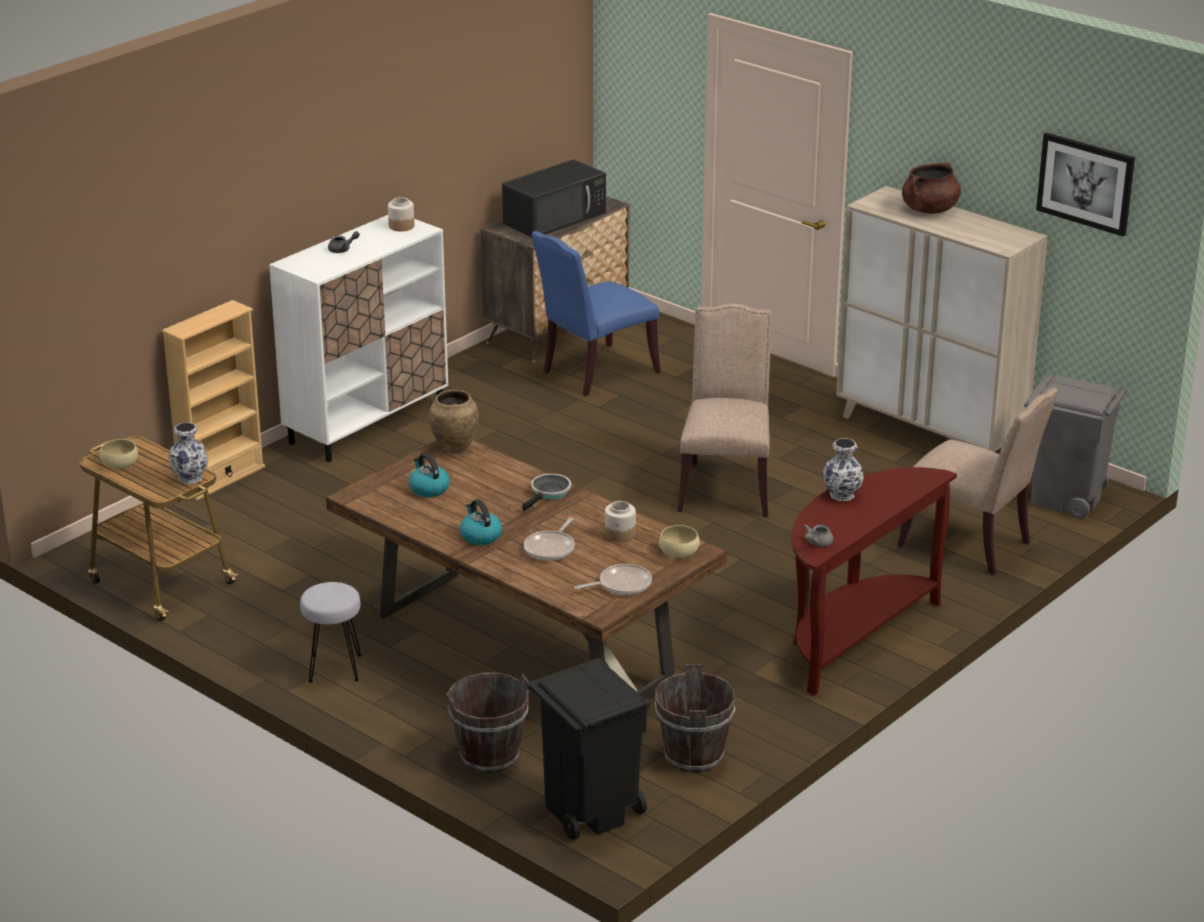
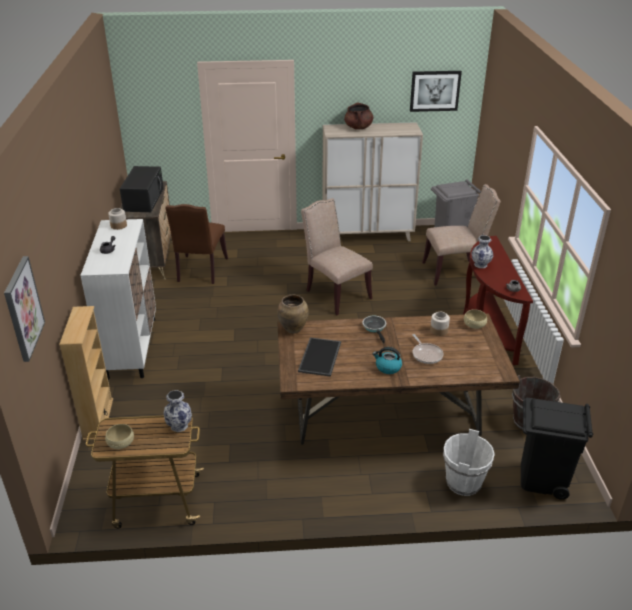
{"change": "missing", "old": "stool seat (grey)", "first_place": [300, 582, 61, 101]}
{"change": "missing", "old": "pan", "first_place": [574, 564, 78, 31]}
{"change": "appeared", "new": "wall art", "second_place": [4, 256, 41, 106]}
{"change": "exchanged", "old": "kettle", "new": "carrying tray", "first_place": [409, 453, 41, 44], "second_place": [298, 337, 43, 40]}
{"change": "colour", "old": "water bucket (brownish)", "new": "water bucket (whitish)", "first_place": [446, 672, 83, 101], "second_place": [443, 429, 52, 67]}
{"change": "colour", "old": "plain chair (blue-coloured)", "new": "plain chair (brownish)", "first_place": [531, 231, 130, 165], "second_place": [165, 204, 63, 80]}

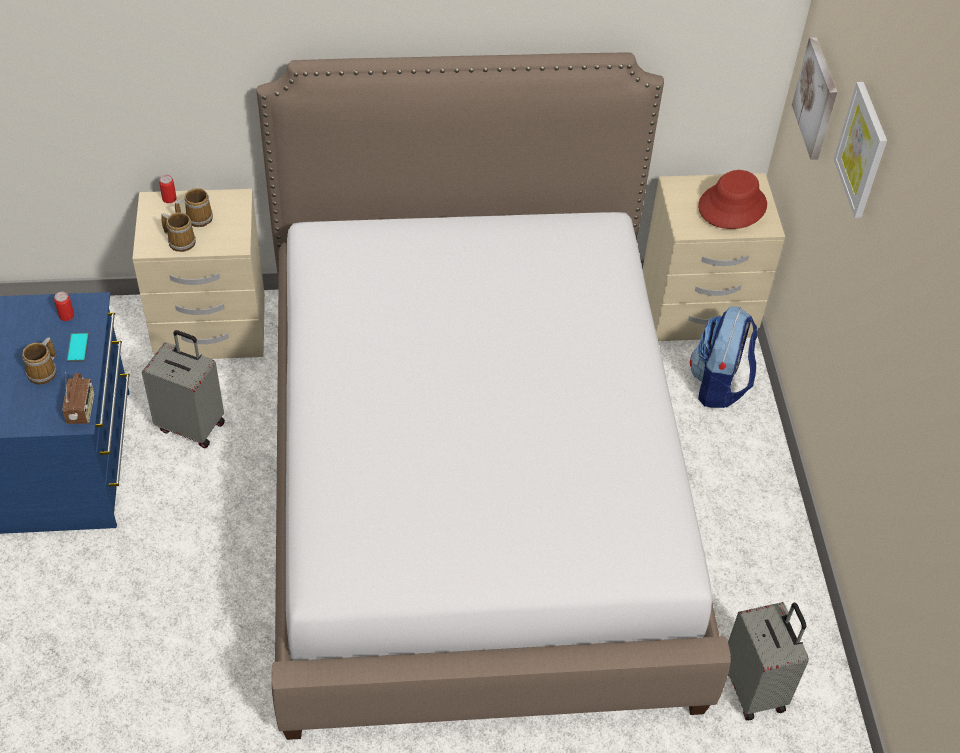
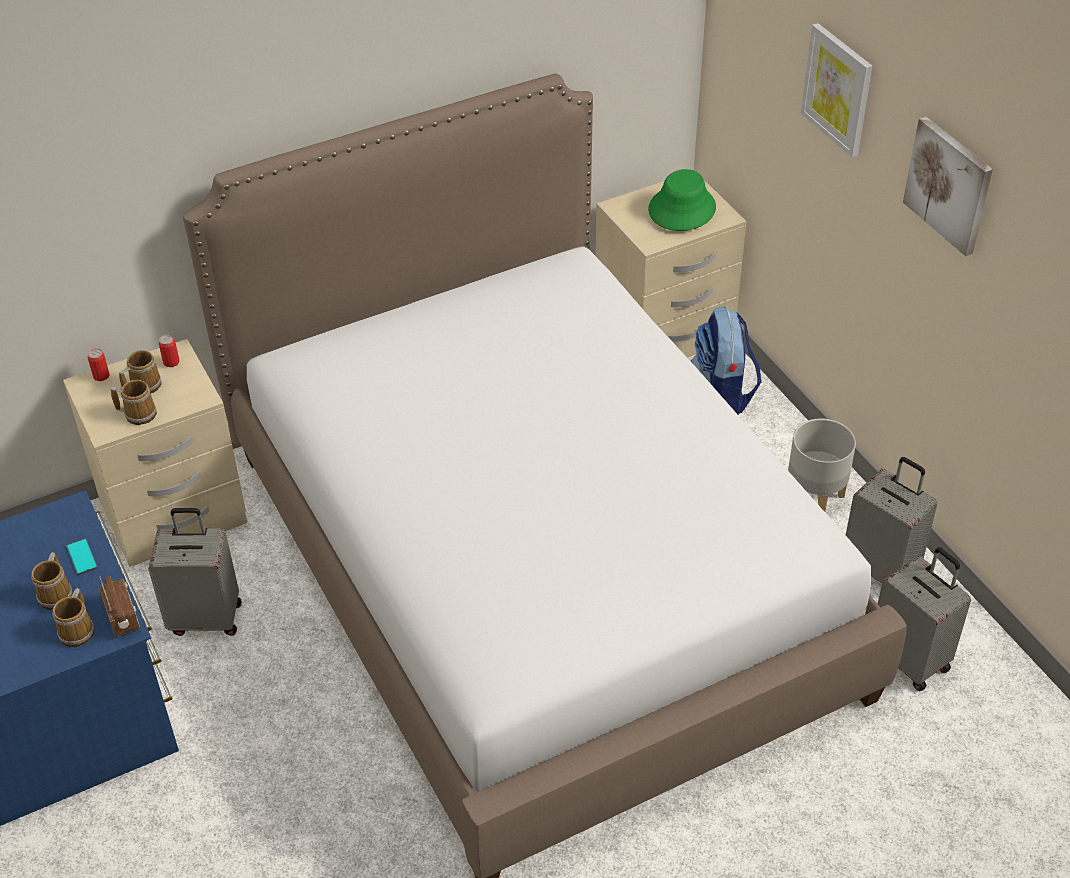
{"change": "appeared", "new": "tea mug", "second_place": [53, 588, 41, 59]}
{"change": "appeared", "new": "planter (grey)", "second_place": [788, 418, 68, 94]}
{"change": "appeared", "new": "suitcase (grey)", "second_place": [846, 457, 92, 126]}
{"change": "relocated", "old": "metal can", "first_place": [54, 292, 20, 29], "second_place": [159, 335, 20, 32]}
{"change": "relocated", "old": "wall art", "first_place": [792, 37, 45, 123], "second_place": [903, 117, 90, 139]}
{"change": "colour", "old": "hat (red-coloured)", "new": "hat (greenish)", "first_place": [698, 170, 69, 59], "second_place": [648, 169, 68, 62]}

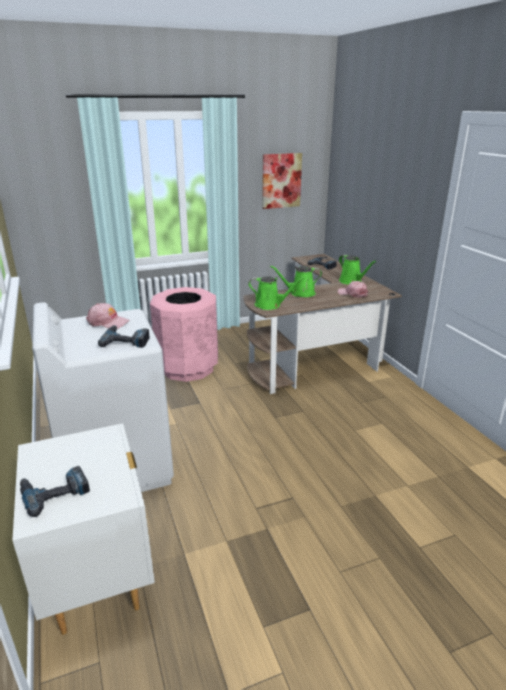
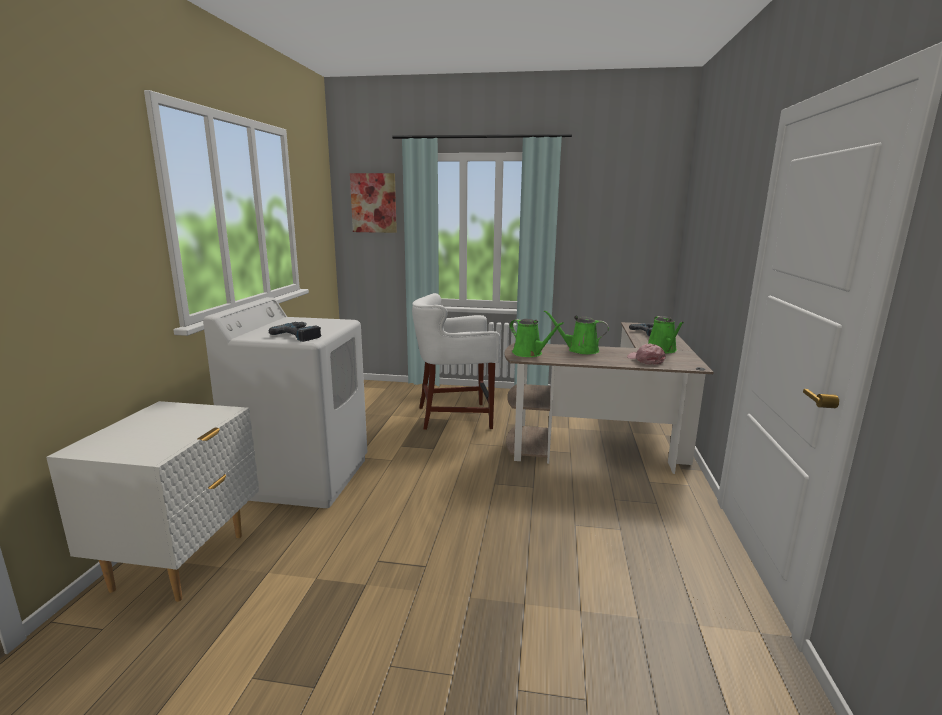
{"change": "missing", "old": "power drill", "first_place": [20, 466, 70, 51]}
{"change": "missing", "old": "peaked cap (pink-coloured)", "first_place": [86, 303, 44, 26]}
{"change": "relocated", "old": "wall art", "first_place": [262, 153, 40, 56], "second_place": [350, 173, 47, 60]}
{"change": "exchanged", "old": "rubbish bin (pink-coloured)", "new": "stool seat (whitish)", "first_place": [150, 287, 68, 95], "second_place": [412, 293, 88, 137]}

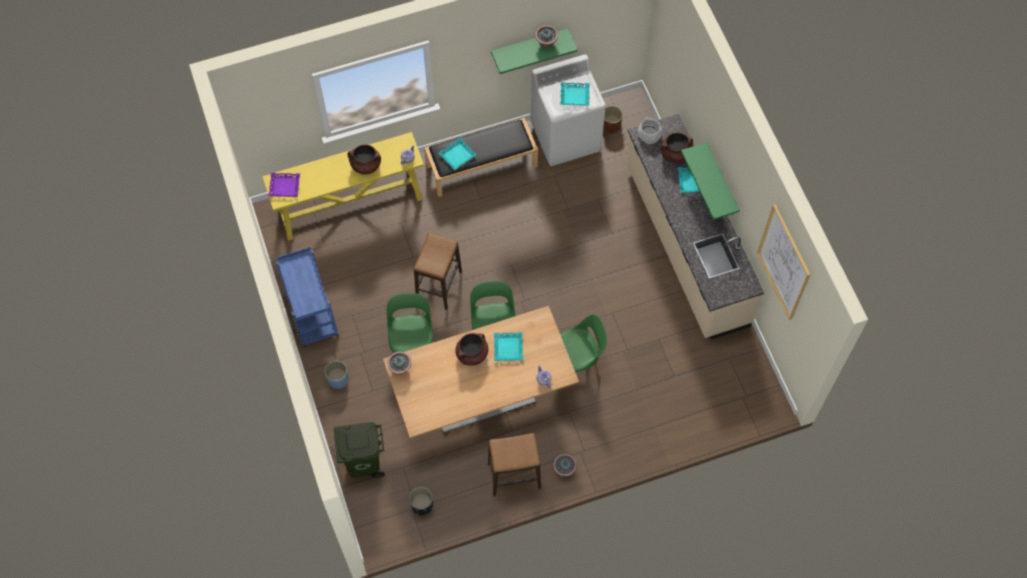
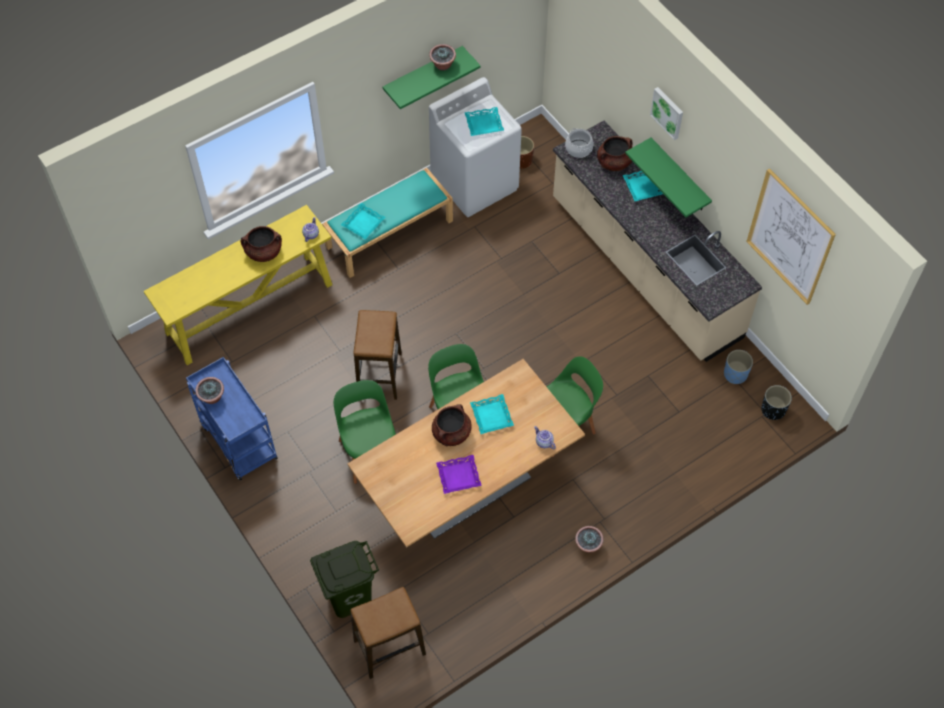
{"change": "appeared", "new": "wall art", "second_place": [650, 87, 33, 53]}
{"change": "relocated", "old": "carrying tray (purple)", "first_place": [268, 173, 32, 24], "second_place": [436, 455, 46, 39]}
{"change": "relocated", "old": "planter (blue-coloured)", "first_place": [324, 360, 25, 29], "second_place": [724, 350, 29, 34]}
{"change": "relocated", "old": "plant in a pot", "first_place": [387, 352, 24, 22], "second_place": [195, 377, 29, 27]}
{"change": "relocated", "old": "planter (black)", "first_place": [409, 487, 24, 28], "second_place": [761, 385, 31, 35]}
{"change": "relocated", "old": "stool seat", "first_place": [488, 433, 53, 63], "second_place": [350, 587, 76, 92]}
{"change": "colour", "old": "bench (black)", "new": "bench (turquoise)", "first_place": [425, 118, 113, 79], "second_place": [322, 168, 131, 110]}

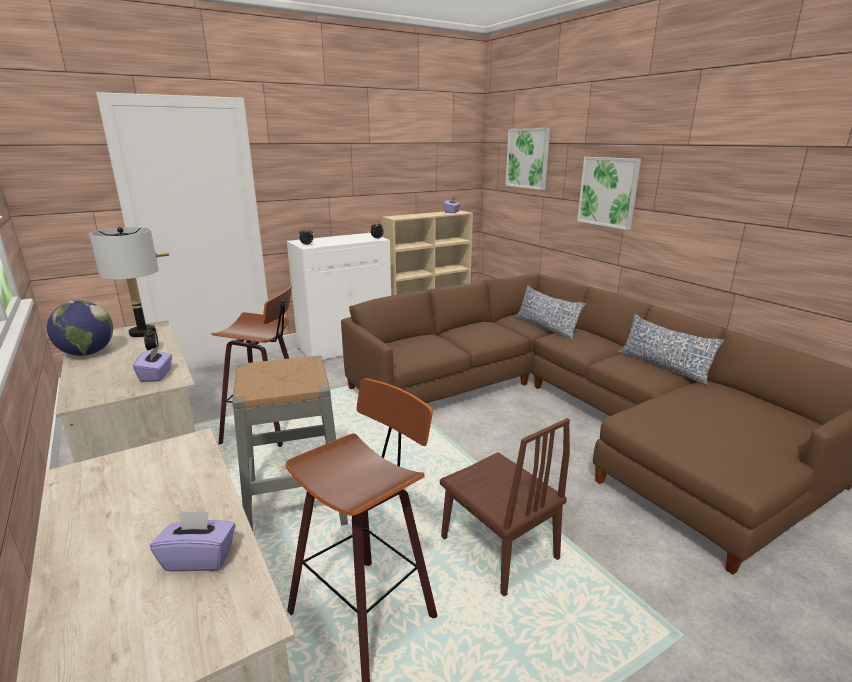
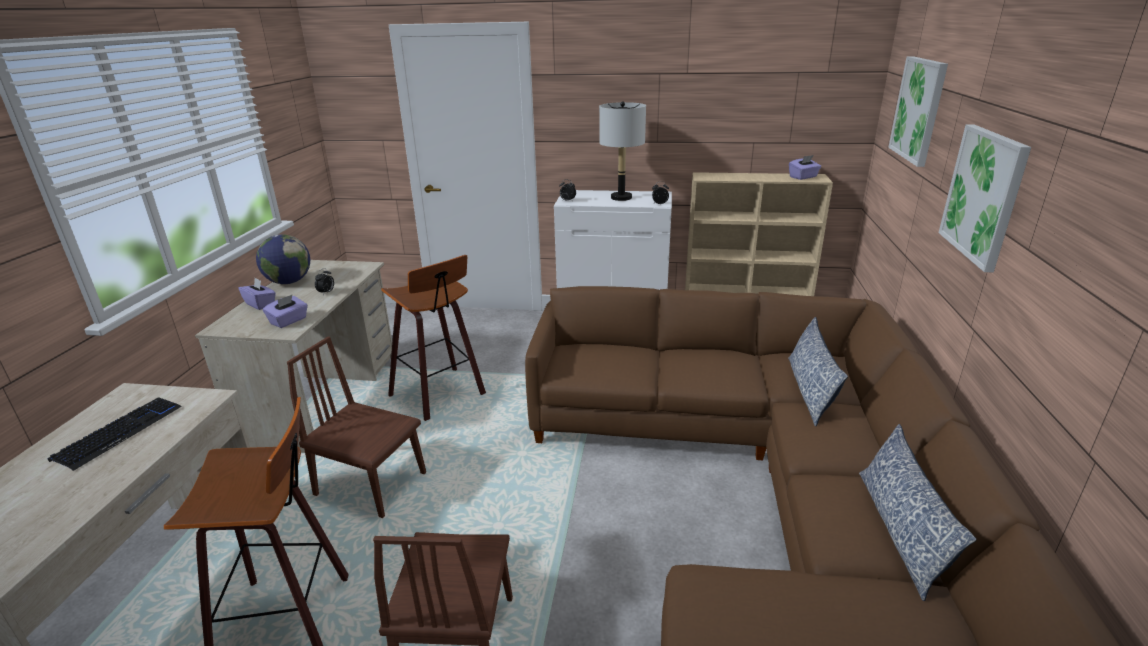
{"change": "appeared", "new": "keyboard", "second_place": [47, 397, 135, 74]}
{"change": "relocated", "old": "tabletop lamp (grey)", "first_place": [89, 227, 70, 110], "second_place": [599, 102, 47, 99]}
{"change": "relocated", "old": "box of tissues (purple)", "first_place": [150, 511, 85, 61], "second_place": [239, 278, 37, 32]}
{"change": "exchanged", "old": "stool seat (grey)", "new": "plain chair (brownish)", "first_place": [232, 355, 116, 176], "second_place": [287, 336, 139, 182]}

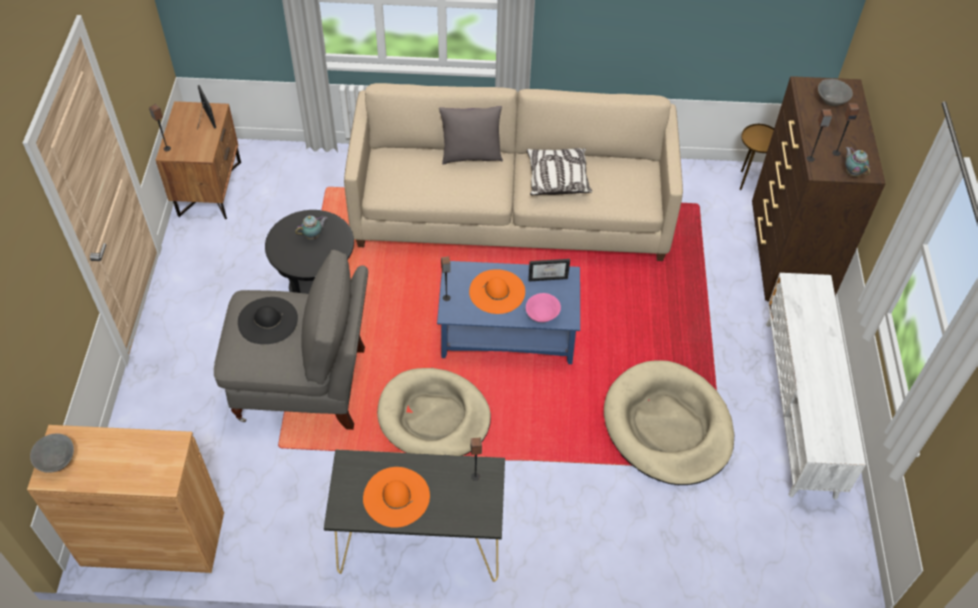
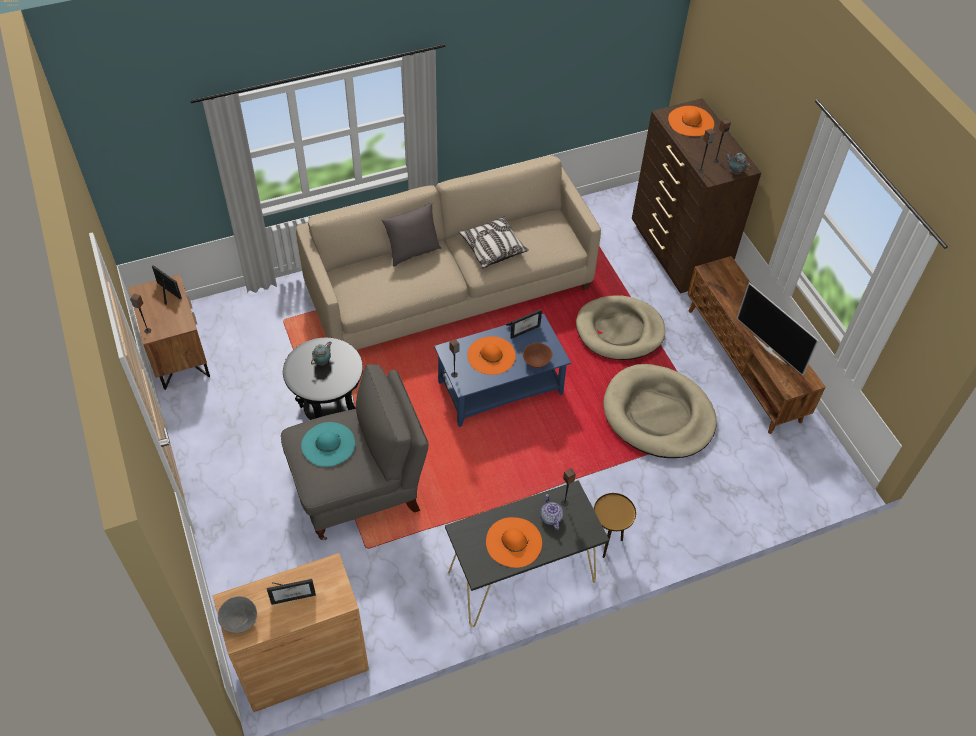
{"change": "appeared", "new": "photo frame", "second_place": [267, 579, 49, 26]}
{"change": "appeared", "new": "tea pot", "second_place": [540, 494, 23, 36]}
{"change": "appeared", "new": "TV", "second_place": [737, 283, 82, 93]}
{"change": "relocated", "old": "dog cushion (sand-coloured)", "first_place": [377, 368, 114, 88], "second_place": [576, 295, 89, 65]}
{"change": "relocated", "old": "side table (brownish)", "first_place": [739, 124, 35, 66], "second_place": [594, 493, 42, 65]}
{"change": "exchanged", "old": "deep dish (grey)", "new": "hat (orange-coloured)", "first_place": [818, 79, 35, 27], "second_place": [668, 106, 46, 30]}
{"change": "colour", "old": "hat (black)", "new": "hat (turquoise)", "first_place": [238, 297, 60, 47], "second_place": [301, 422, 54, 45]}
{"change": "colour", "old": "deep dish (pink-coloured)", "new": "deep dish (brownish)", "first_place": [526, 293, 35, 29], "second_place": [523, 343, 29, 25]}
{"change": "colour", "old": "tv unit (whitish)", "new": "tv unit (brownish)", "first_place": [766, 273, 100, 227], "second_place": [688, 256, 138, 178]}

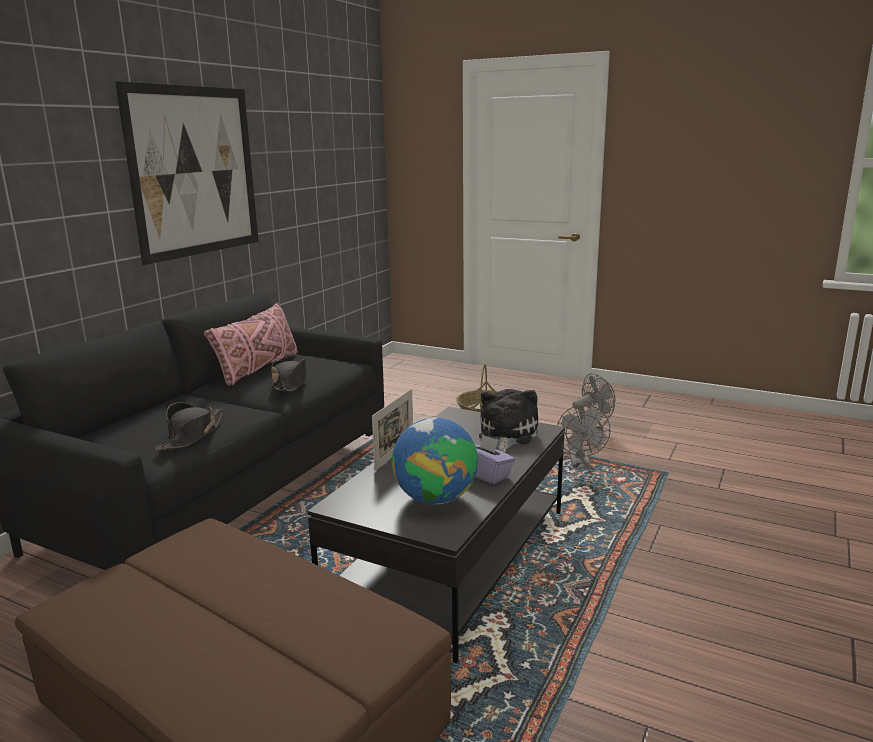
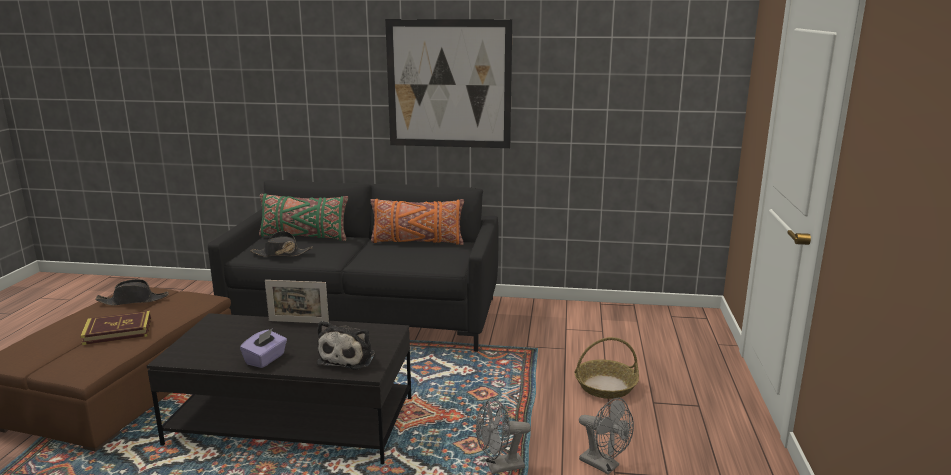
{"change": "missing", "old": "world globe", "first_place": [392, 418, 86, 86]}
{"change": "appeared", "new": "book", "second_place": [80, 311, 71, 34]}
{"change": "appeared", "new": "cushion (greenish)", "second_place": [259, 194, 89, 47]}
{"change": "relocated", "old": "hat (black)", "first_place": [271, 358, 35, 34], "second_place": [96, 279, 73, 27]}
{"change": "colour", "old": "cushion (pink-coloured)", "new": "cushion (orange-coloured)", "first_place": [204, 303, 94, 83], "second_place": [370, 199, 94, 46]}
{"change": "spun", "old": "plush toy", "first_place": [479, 389, 59, 64], "second_place": [317, 320, 58, 50], "degrees": 105}

